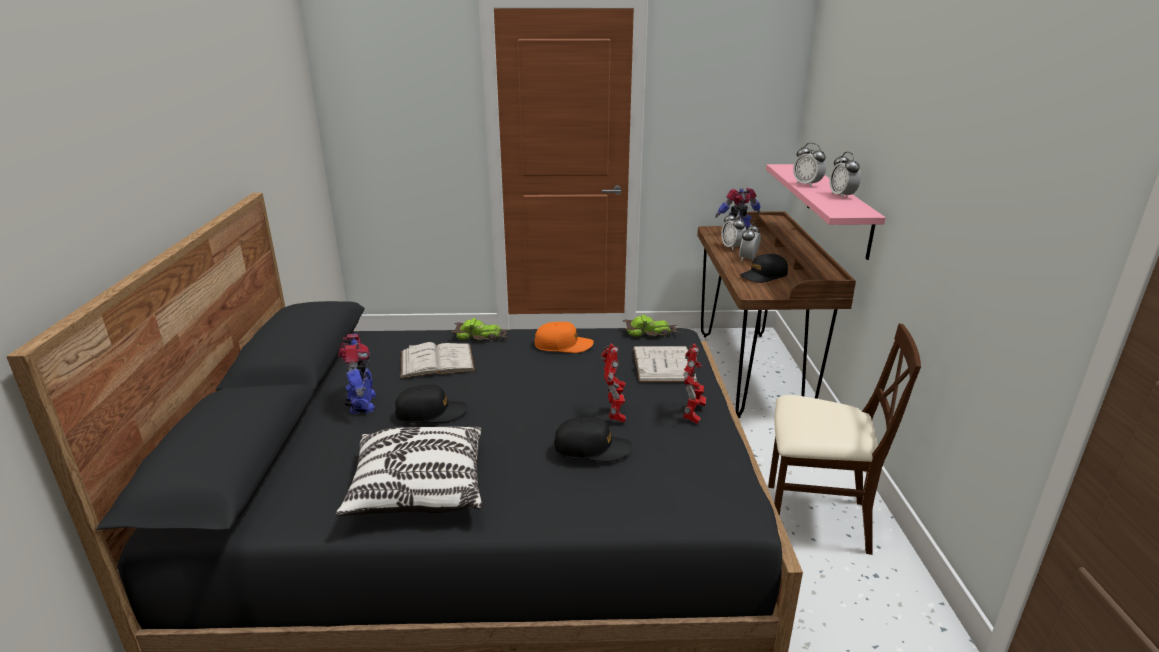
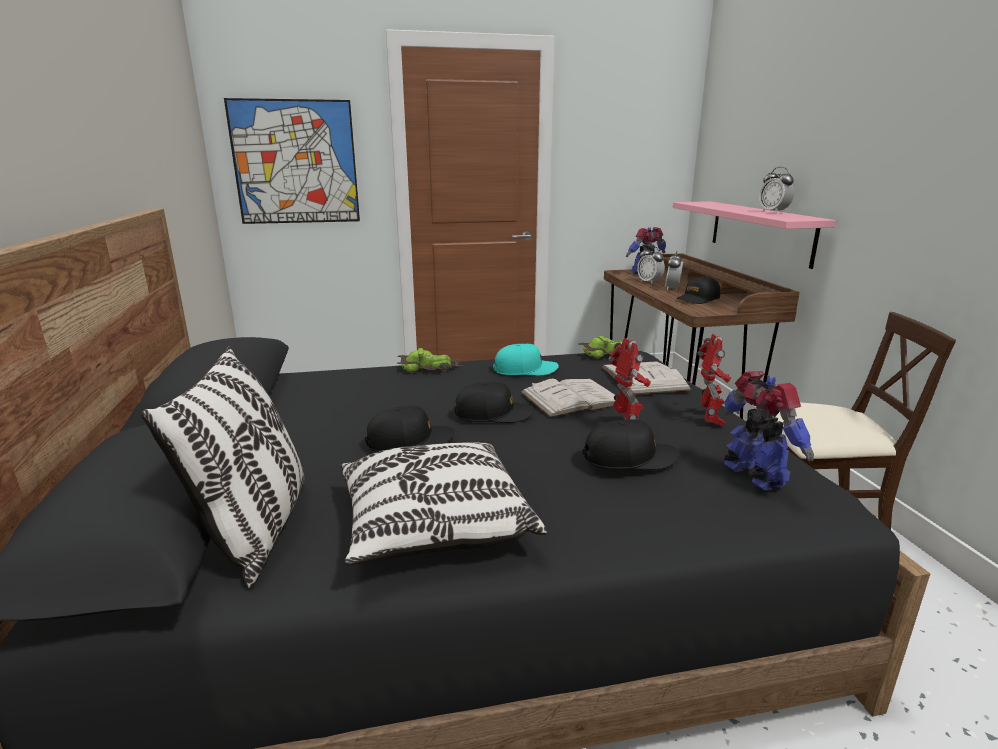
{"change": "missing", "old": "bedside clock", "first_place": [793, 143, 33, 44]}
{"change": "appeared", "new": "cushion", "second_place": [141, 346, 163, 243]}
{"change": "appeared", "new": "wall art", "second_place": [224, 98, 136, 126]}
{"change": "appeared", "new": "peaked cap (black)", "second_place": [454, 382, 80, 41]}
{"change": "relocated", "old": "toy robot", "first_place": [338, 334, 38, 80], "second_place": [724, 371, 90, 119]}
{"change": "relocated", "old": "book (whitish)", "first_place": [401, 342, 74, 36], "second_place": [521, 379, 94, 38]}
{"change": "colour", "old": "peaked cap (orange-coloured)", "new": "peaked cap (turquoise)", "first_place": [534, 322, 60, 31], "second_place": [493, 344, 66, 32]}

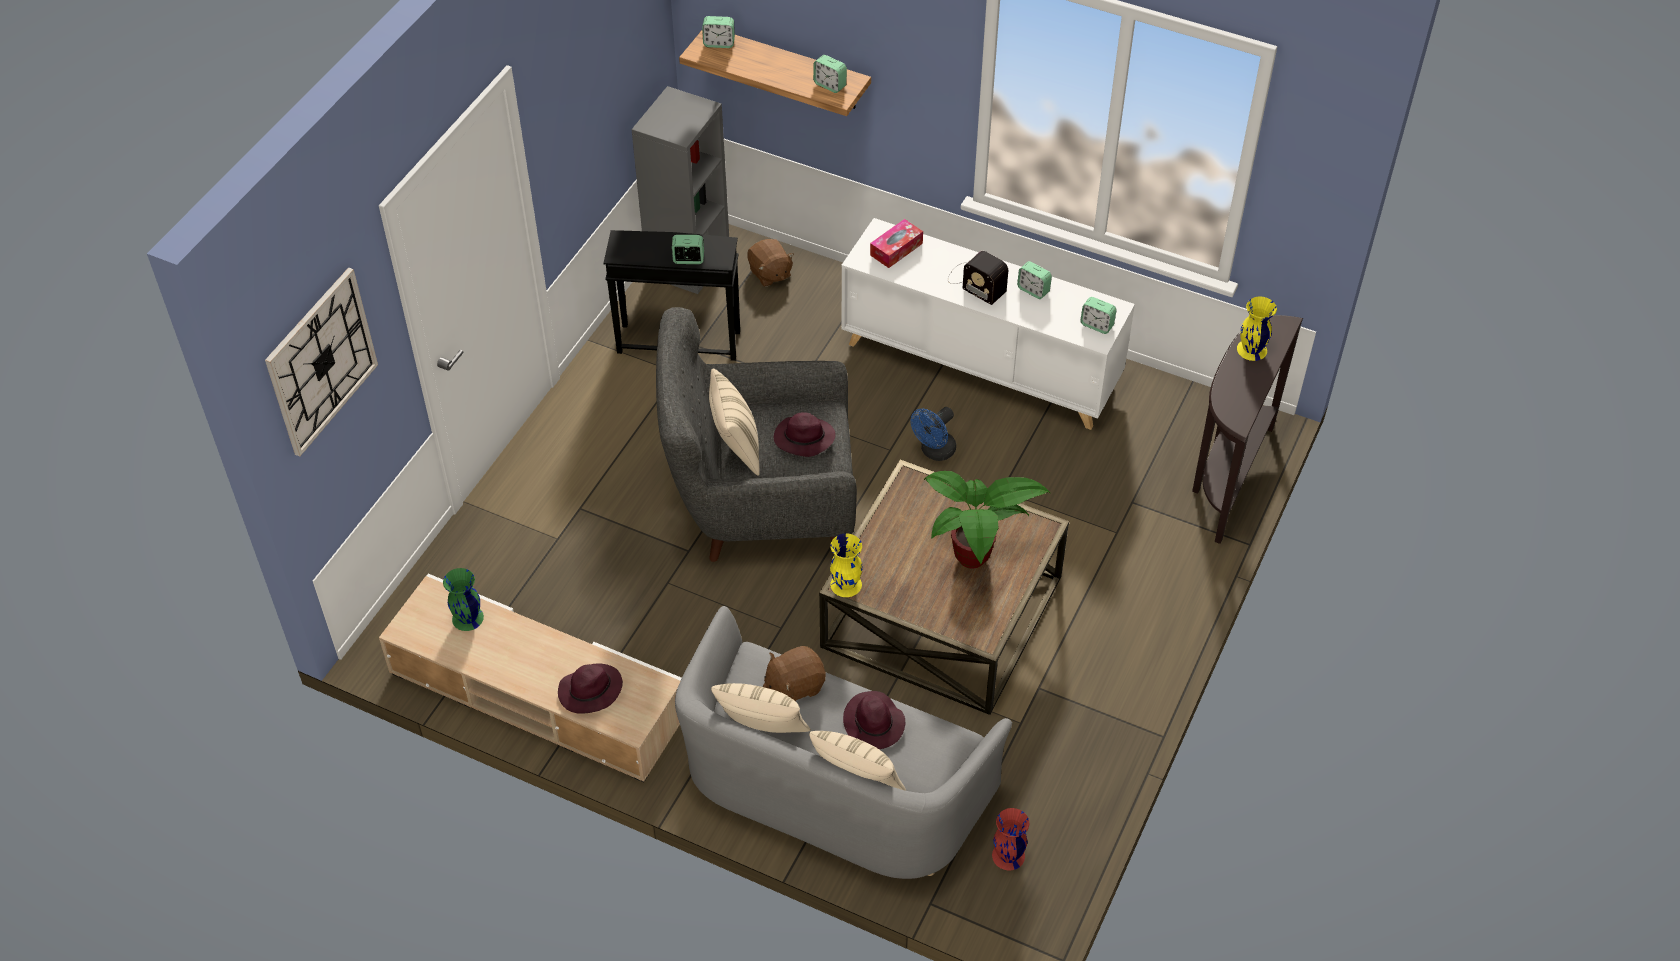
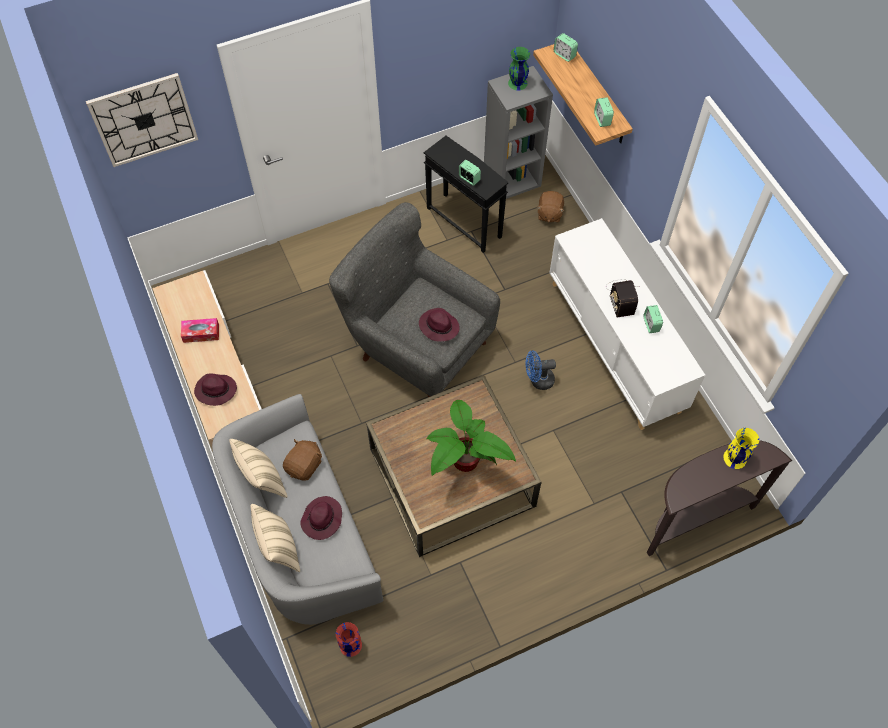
{"change": "missing", "old": "cushion (sand-coloured)", "first_place": [709, 369, 51, 107]}
{"change": "missing", "old": "vase (yellow)", "first_place": [830, 534, 32, 63]}
{"change": "missing", "old": "bedside clock", "first_place": [1080, 297, 37, 37]}
{"change": "relocated", "old": "vase (greenish)", "first_place": [443, 568, 41, 63], "second_place": [508, 47, 22, 44]}
{"change": "relocated", "old": "box of tissues", "first_place": [870, 219, 53, 49], "second_place": [181, 318, 38, 25]}
{"change": "spun", "old": "plush toy (brownish)", "first_place": [763, 646, 63, 55], "second_place": [283, 439, 39, 41], "degrees": 105}

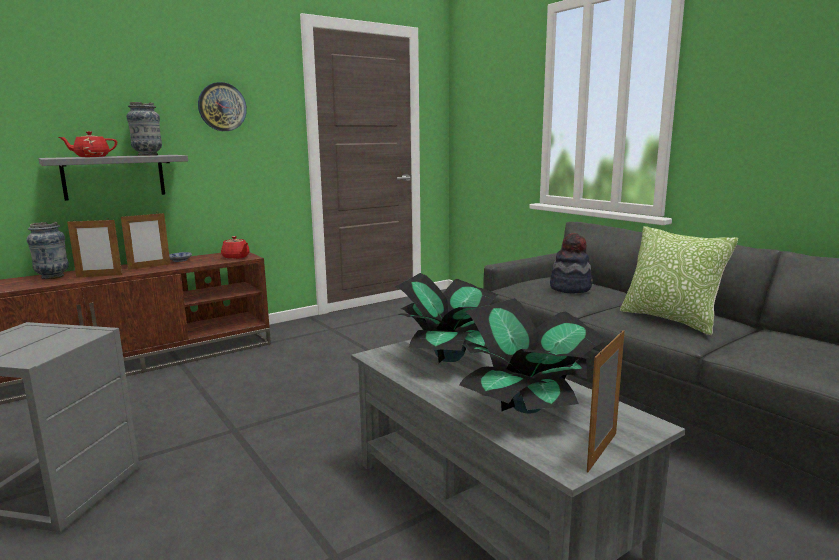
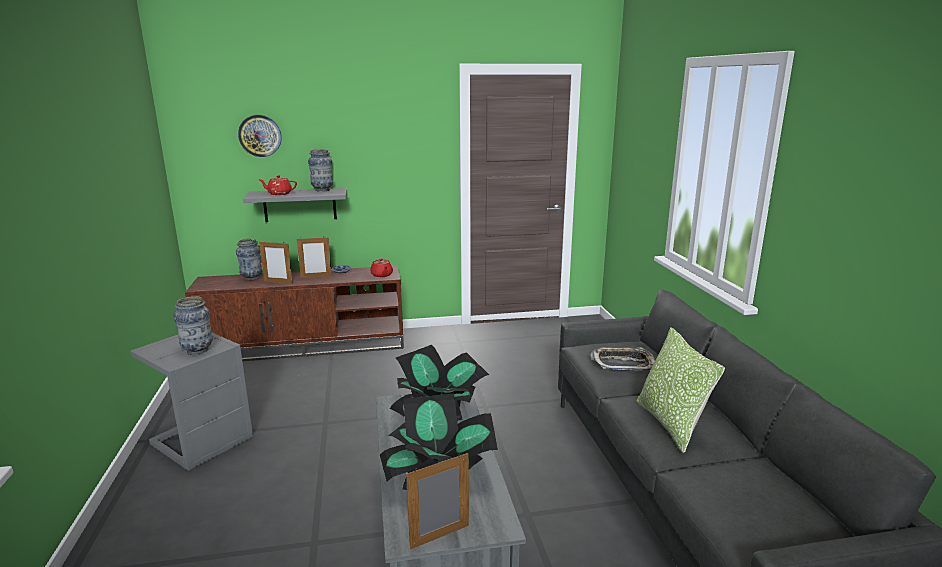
{"change": "appeared", "new": "vase", "second_place": [173, 296, 40, 59]}
{"change": "relocated", "old": "wall clock", "first_place": [198, 82, 49, 49], "second_place": [238, 115, 44, 42]}
{"change": "exchanged", "old": "hat", "new": "carrying tray", "first_place": [550, 233, 43, 61], "second_place": [590, 347, 65, 24]}

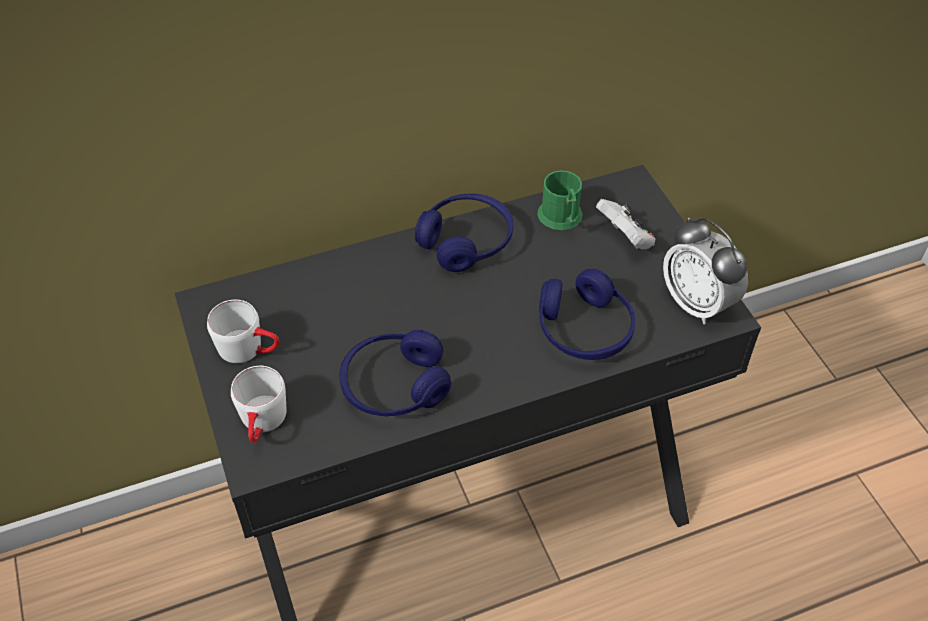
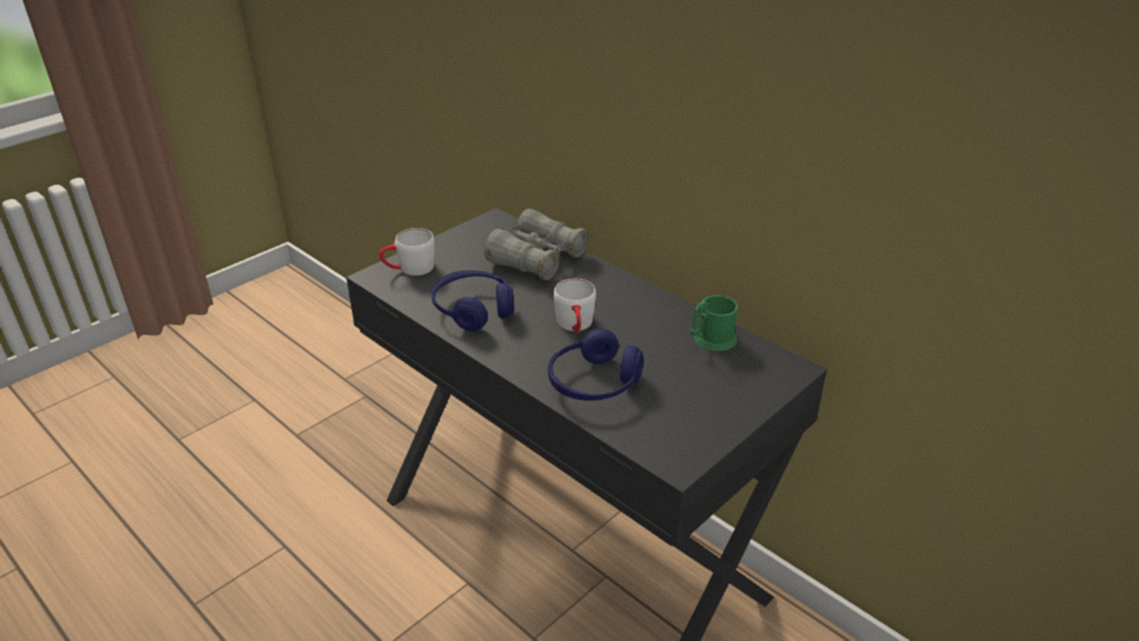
{"change": "missing", "old": "headset (blue-coloured)", "first_place": [415, 194, 98, 78]}
{"change": "missing", "old": "gamepad (whitish)", "first_place": [596, 199, 59, 50]}
{"change": "missing", "old": "bedside clock", "first_place": [663, 217, 85, 107]}
{"change": "appeared", "new": "pair of binoculars (grey)", "second_place": [484, 209, 105, 71]}
{"change": "relocated", "old": "tea mug (whitish)", "first_place": [207, 300, 72, 63], "second_place": [554, 279, 42, 54]}

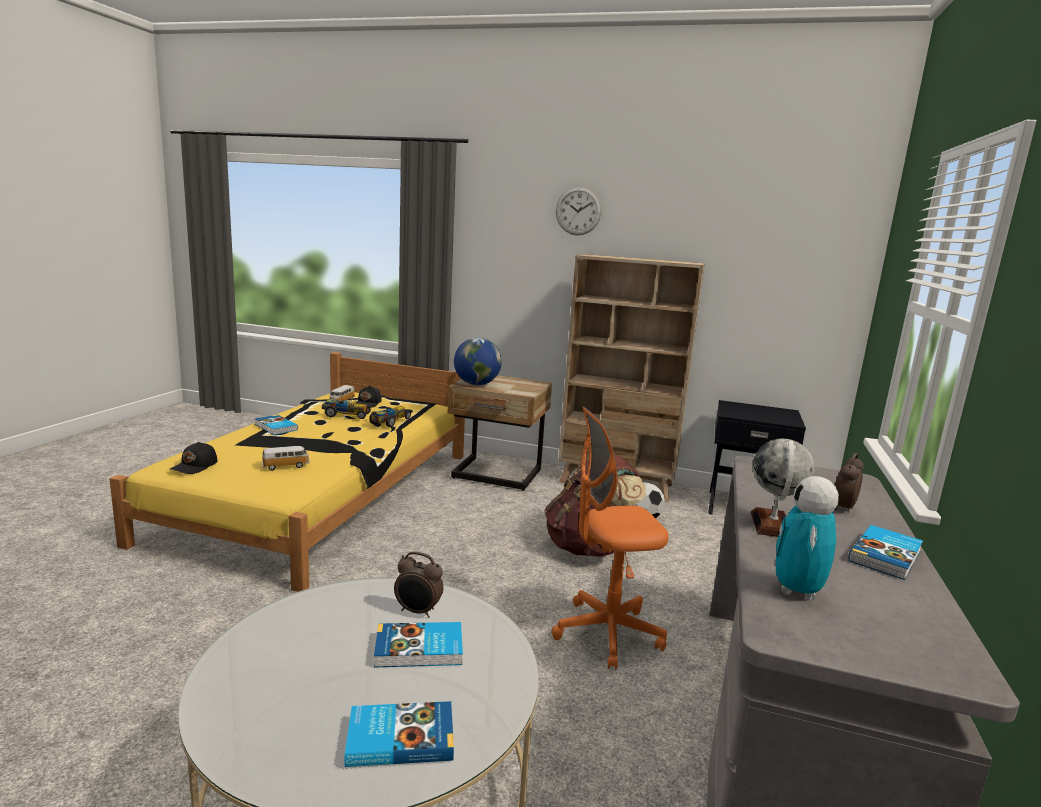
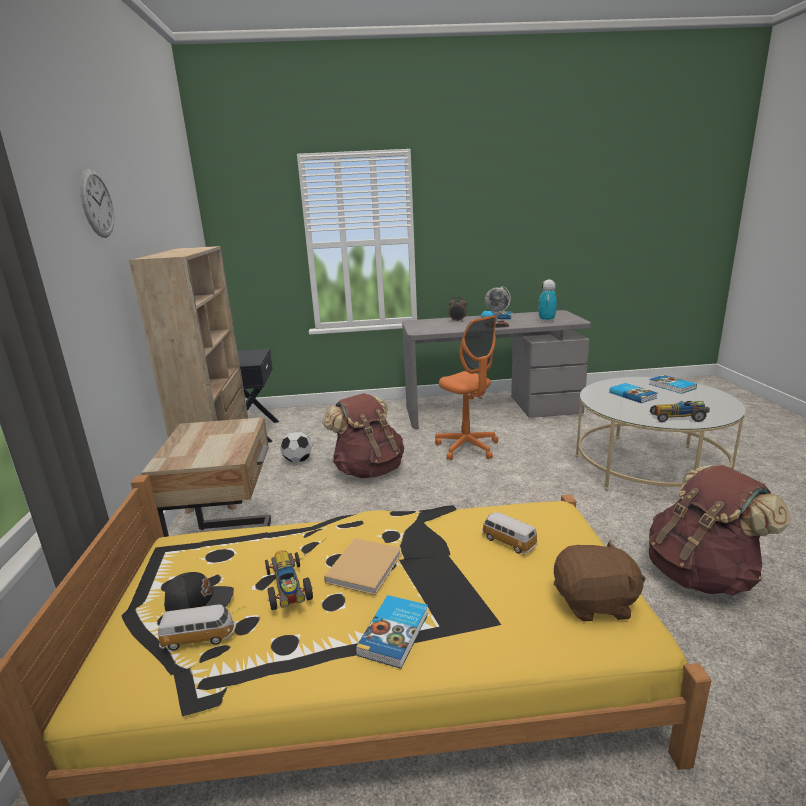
{"change": "missing", "old": "bedside clock", "first_place": [394, 551, 50, 67]}
{"change": "missing", "old": "world globe", "first_place": [454, 338, 48, 47]}
{"change": "appeared", "new": "book (sand-coloured)", "second_place": [324, 538, 78, 57]}
{"change": "appeared", "new": "backpack (brownish)", "second_place": [649, 465, 142, 131]}
{"change": "relocated", "old": "miniature car", "first_place": [369, 406, 42, 21], "second_place": [650, 401, 60, 21]}
{"change": "exchanged", "old": "peaked cap (black)", "new": "plush toy (brownish)", "first_place": [170, 442, 47, 32], "second_place": [554, 540, 92, 82]}
{"change": "spun", "old": "toy robot", "first_place": [776, 476, 63, 125], "second_place": [538, 279, 19, 43], "degrees": 105}

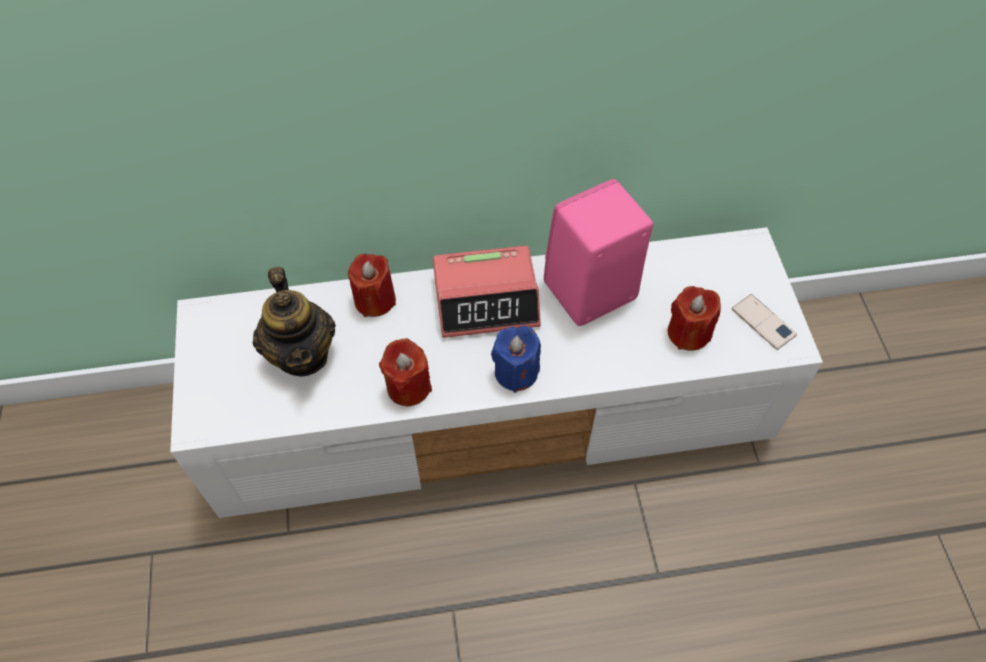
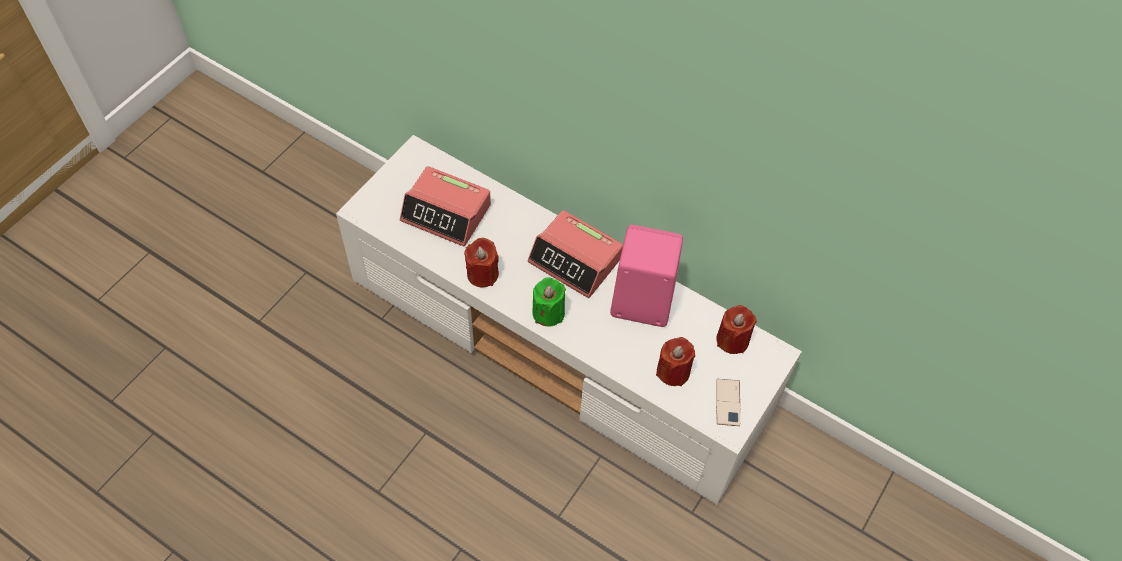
{"change": "relocated", "old": "wax candle (red-coloured)", "first_place": [348, 254, 48, 63], "second_place": [716, 305, 41, 49]}
{"change": "exchanged", "old": "tea pot", "new": "bedside clock", "first_place": [253, 267, 83, 110], "second_place": [400, 166, 91, 80]}
{"change": "colour", "old": "wax candle (blue-coloured)", "new": "wax candle (greenish)", "first_place": [491, 326, 50, 67], "second_place": [532, 277, 34, 50]}

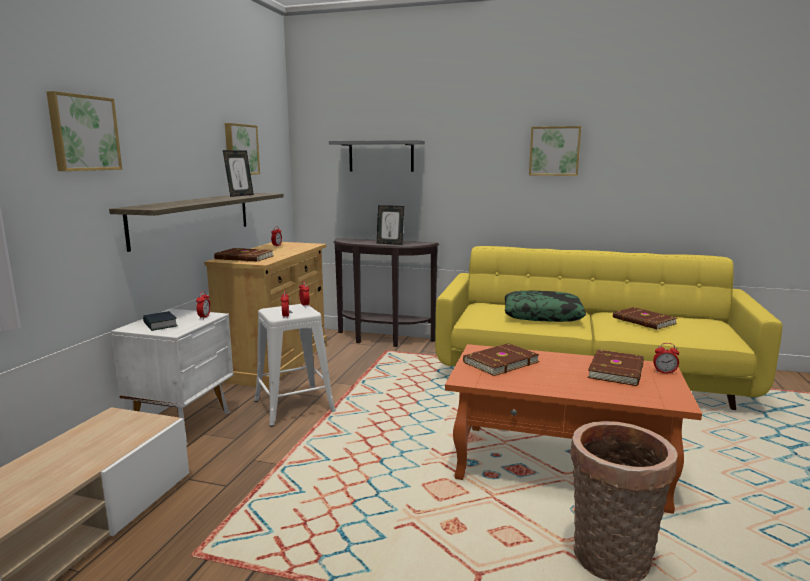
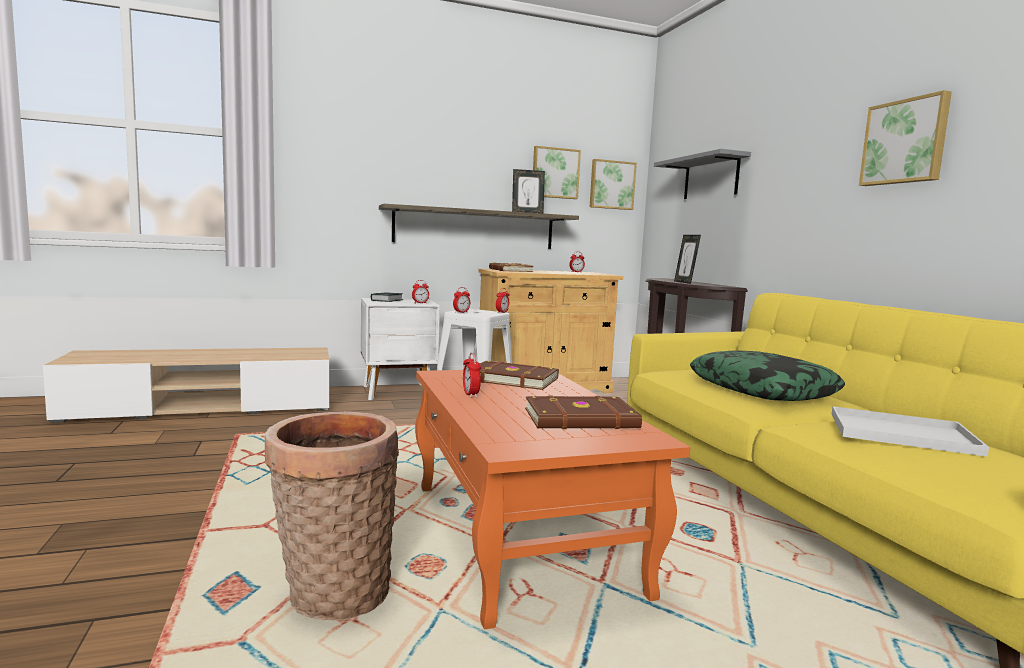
{"change": "relocated", "old": "wall art", "first_place": [46, 91, 76, 80], "second_place": [590, 159, 47, 51]}
{"change": "relocated", "old": "bedside clock", "first_place": [653, 343, 26, 31], "second_place": [463, 353, 18, 45]}
{"change": "exchanged", "old": "book (brownish)", "new": "carrying tray (whitish)", "first_place": [613, 307, 64, 23], "second_place": [832, 406, 157, 51]}

